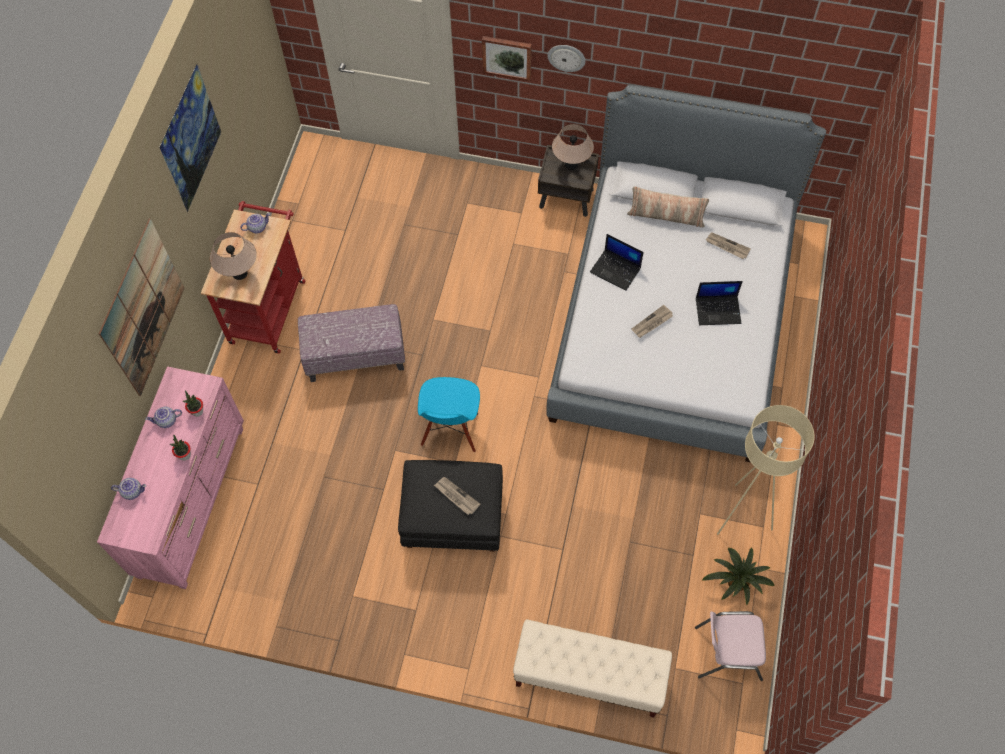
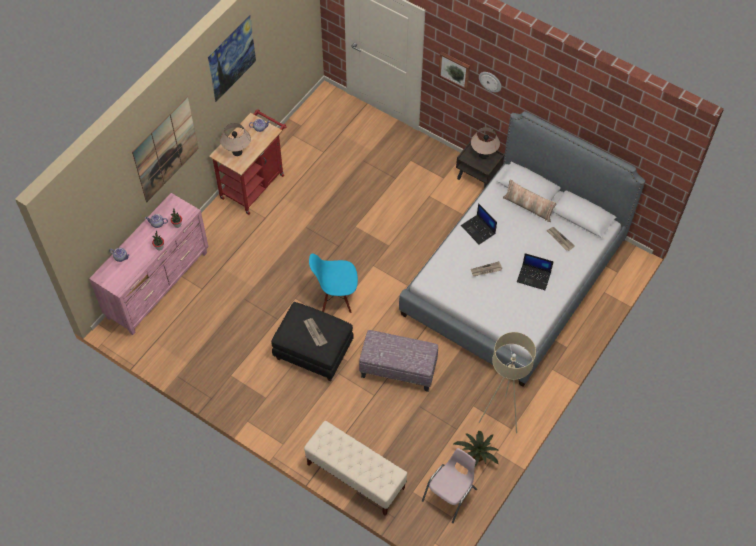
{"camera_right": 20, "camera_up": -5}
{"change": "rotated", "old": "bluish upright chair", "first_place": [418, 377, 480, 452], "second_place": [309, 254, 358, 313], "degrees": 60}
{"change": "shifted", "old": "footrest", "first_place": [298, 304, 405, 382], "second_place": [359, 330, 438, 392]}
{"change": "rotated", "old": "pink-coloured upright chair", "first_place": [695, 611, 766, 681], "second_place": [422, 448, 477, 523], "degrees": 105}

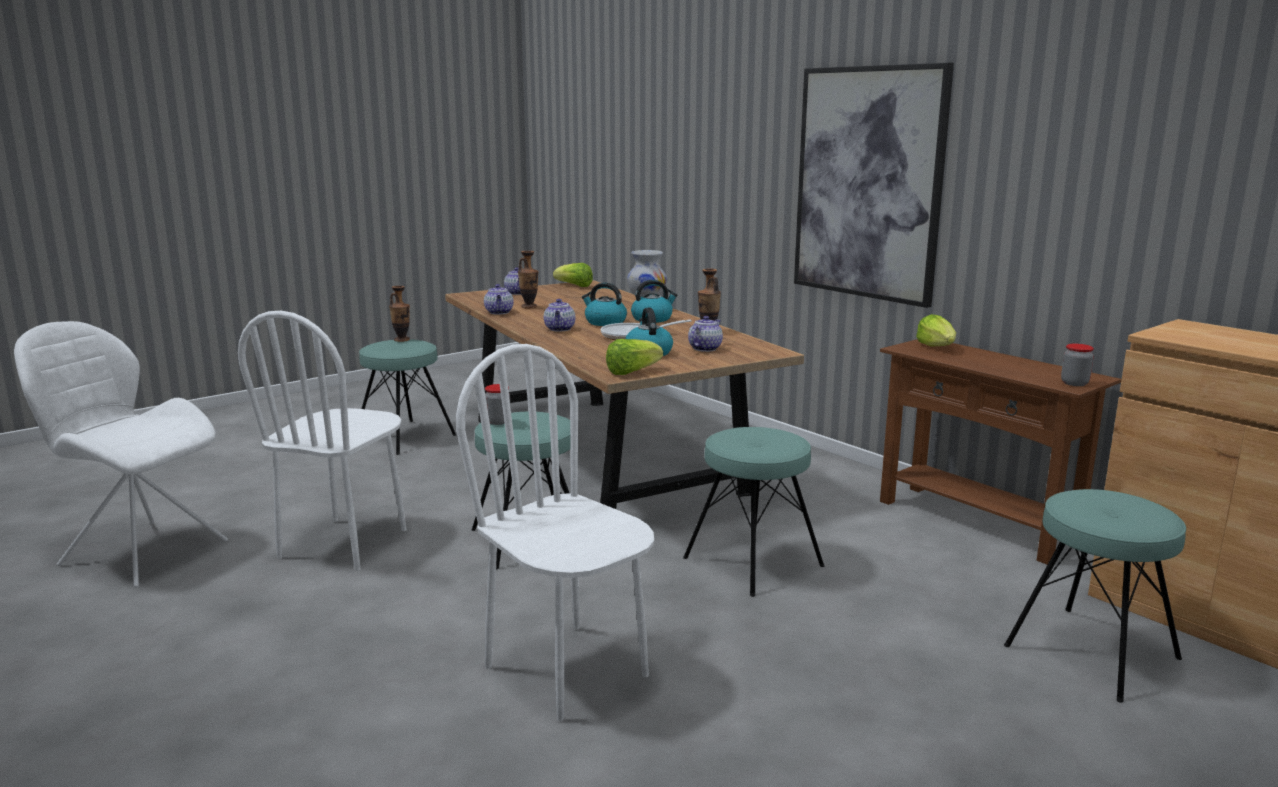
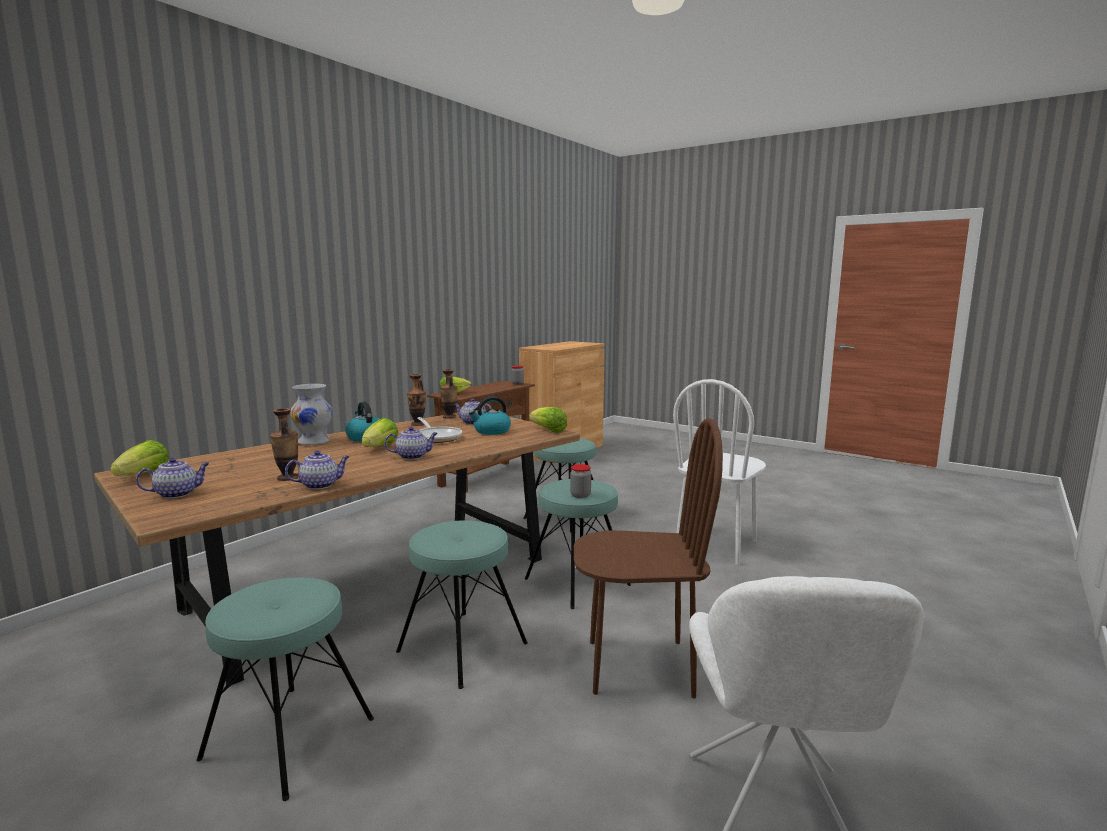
{"camera_right": -105, "camera_up": -5}
{"change": "swapped", "old": "kettle", "new": "lettuce", "first_place": [582, 283, 627, 326], "second_place": [362, 418, 399, 447]}
{"change": "shifted", "old": "blue-green stool seat", "first_place": [1004, 489, 1186, 703], "second_place": [396, 520, 528, 689]}
{"change": "shifted", "old": "flower vase", "first_place": [389, 286, 410, 342], "second_place": [440, 369, 457, 419]}
{"change": "repainted", "old": "white-coloured upright chair", "new": "brown upright chair", "first_place": [238, 311, 406, 571], "second_place": [574, 418, 723, 699]}
{"change": "gone", "old": "wall picture", "first_place": [794, 62, 954, 308]}

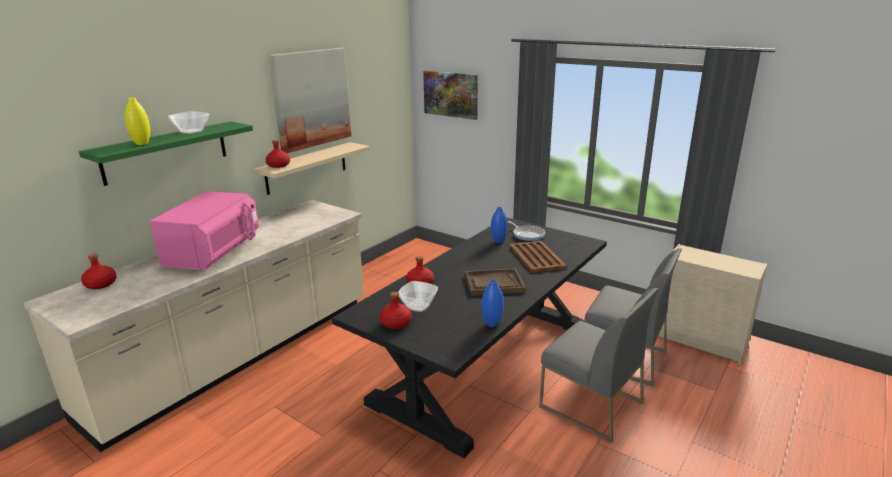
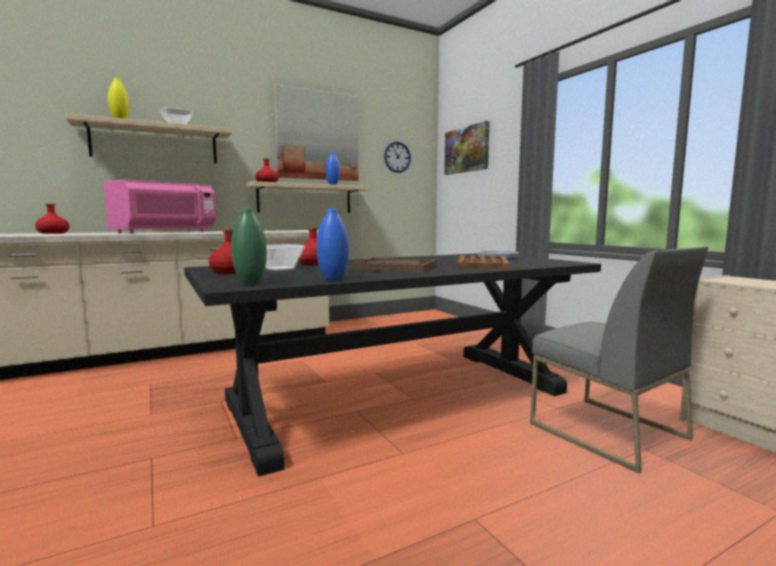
{"camera_right": 25, "camera_up": -15}
{"change": "repainted", "old": "green wall shelf", "new": "sand-coloured wall shelf", "first_place": [79, 122, 253, 186], "second_place": [65, 113, 232, 164]}
{"change": "new", "new": "green flower vase", "second_place": [231, 208, 267, 284]}
{"change": "shifted", "old": "bluish flower vase", "first_place": [491, 207, 507, 243], "second_place": [325, 152, 340, 185]}
{"change": "new", "new": "clock on the wall", "second_place": [384, 142, 411, 173]}
{"change": "gone", "old": "greyish upright chair", "first_place": [539, 288, 659, 443]}

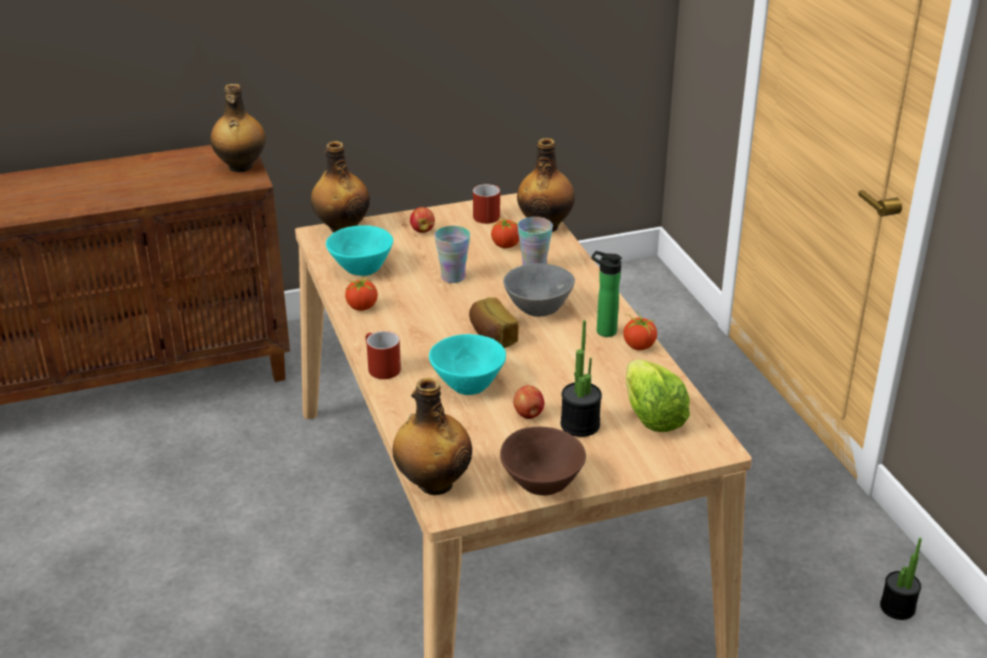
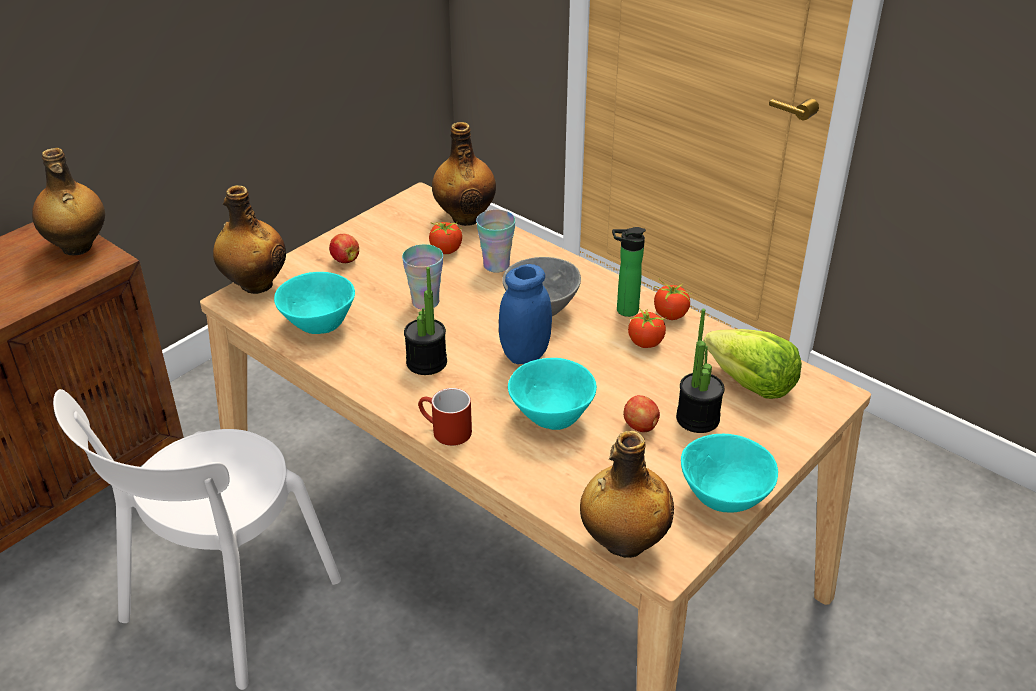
{"camera_right": -30, "camera_up": 5}
{"change": "new", "new": "white-coloured upright chair", "second_place": [53, 389, 341, 690]}
{"change": "shifted", "old": "potted plant", "first_place": [880, 538, 922, 620], "second_place": [404, 267, 447, 375]}
{"change": "swapped", "old": "bakery bread", "new": "bluish storage jar", "first_place": [469, 298, 519, 348], "second_place": [499, 264, 552, 364]}
{"change": "shifted", "old": "tomato", "first_place": [345, 276, 378, 311], "second_place": [628, 307, 667, 348]}
{"change": "repainted", "old": "brown deep dish", "new": "blue-green deep dish", "first_place": [500, 427, 586, 496], "second_place": [681, 434, 778, 512]}
{"change": "gone", "old": "red-coloured tea mug", "first_place": [473, 184, 500, 224]}

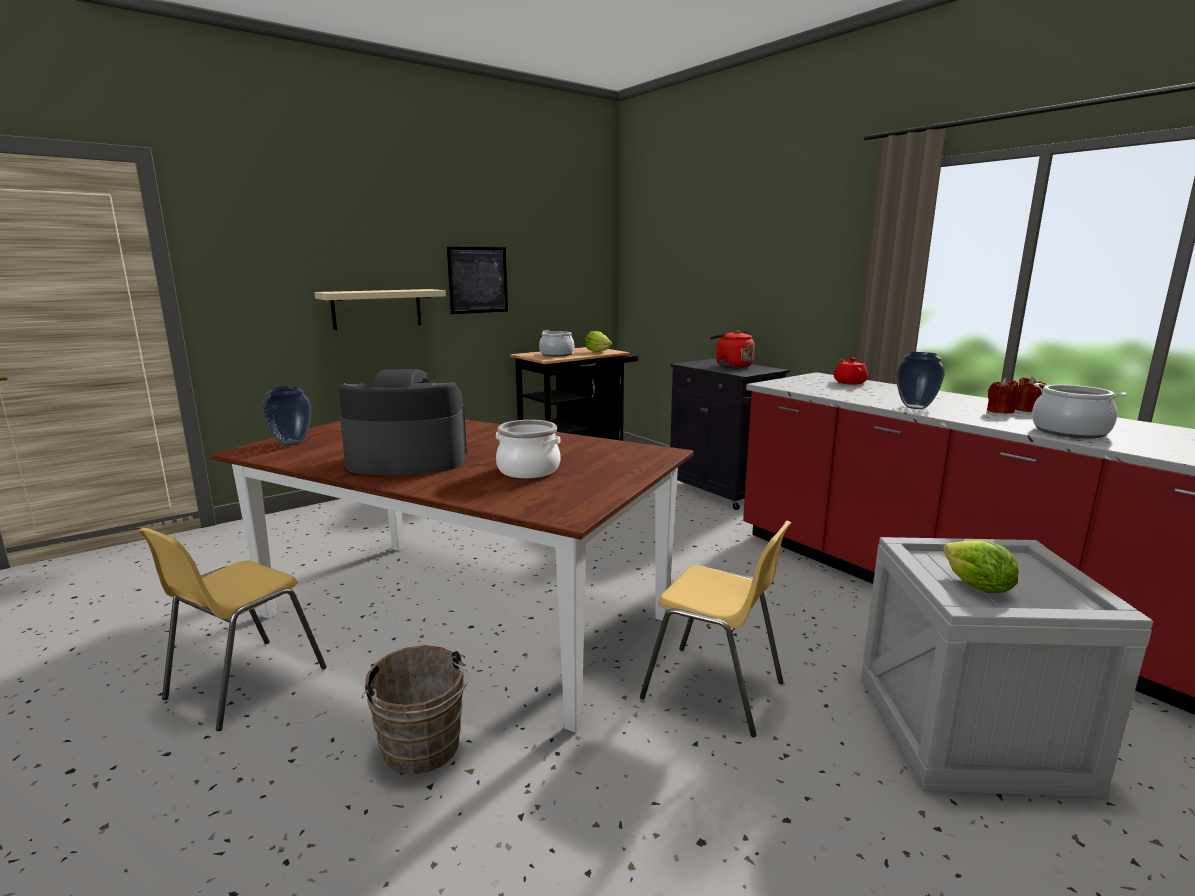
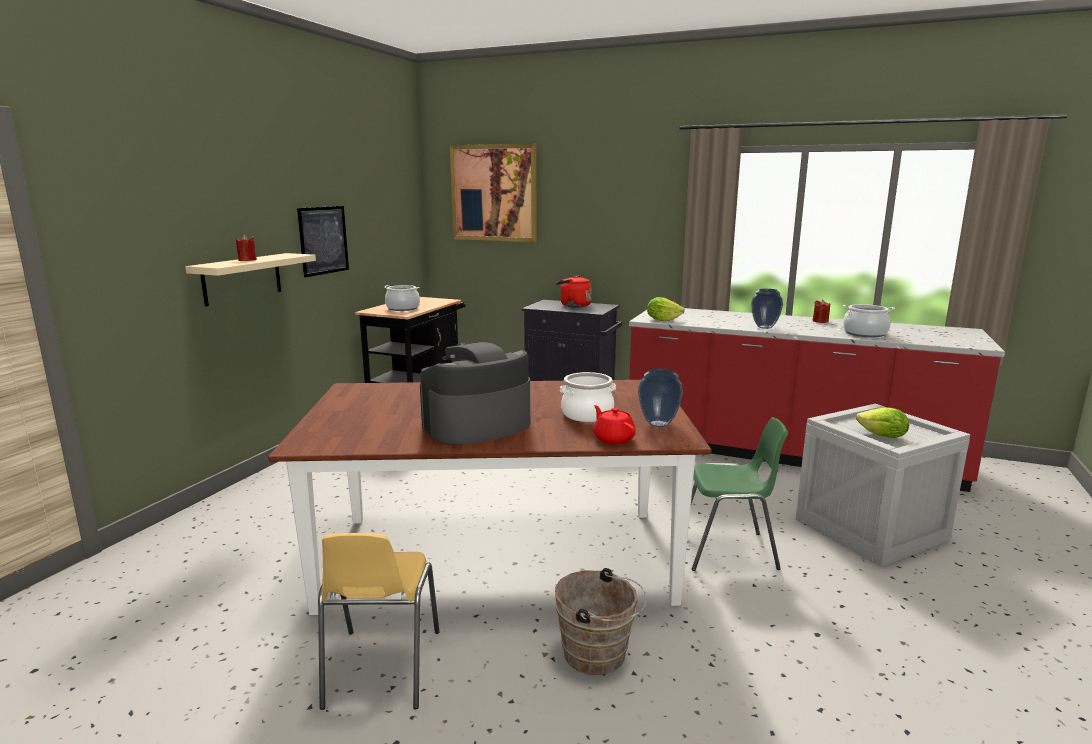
{"camera_right": -30, "camera_up": 0}
{"change": "shifted", "old": "red-coloured wax candle", "first_place": [987, 378, 1018, 413], "second_place": [236, 235, 257, 261]}
{"change": "new", "new": "wall picture", "second_place": [450, 143, 537, 242]}
{"change": "shifted", "old": "red-coloured tea pot", "first_place": [834, 358, 868, 385], "second_place": [594, 405, 636, 444]}
{"change": "shifted", "old": "flower vase", "first_place": [262, 386, 311, 445], "second_place": [638, 368, 683, 427]}
{"change": "shifted", "old": "lettuce", "first_place": [585, 331, 612, 352], "second_place": [647, 297, 685, 321]}
{"change": "repainted", "old": "yellowish upright chair", "new": "green upright chair", "first_place": [640, 521, 791, 737], "second_place": [691, 417, 788, 571]}

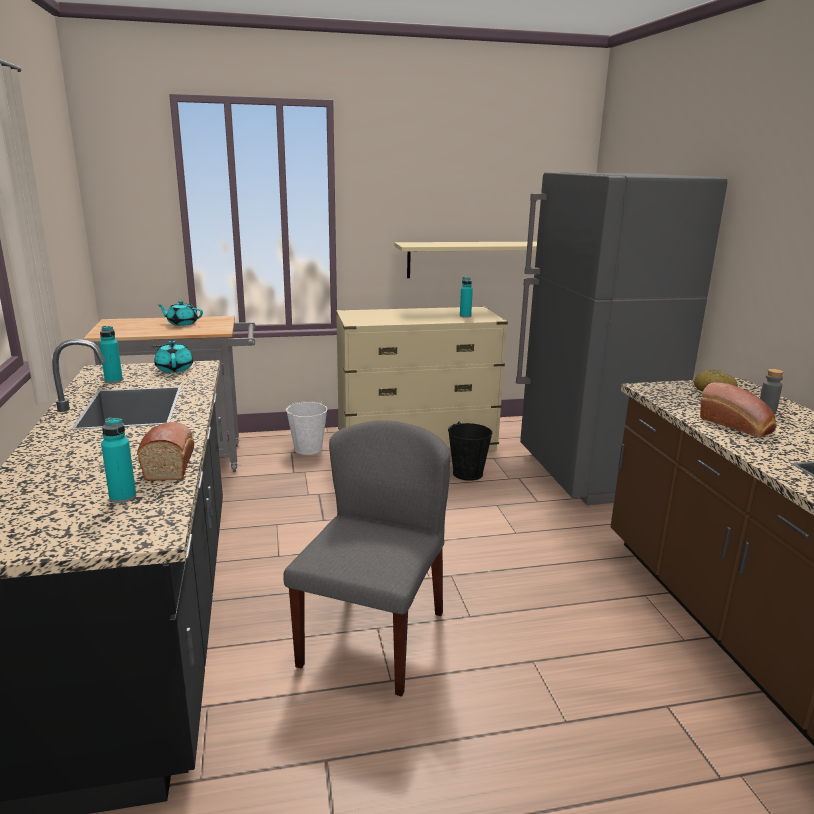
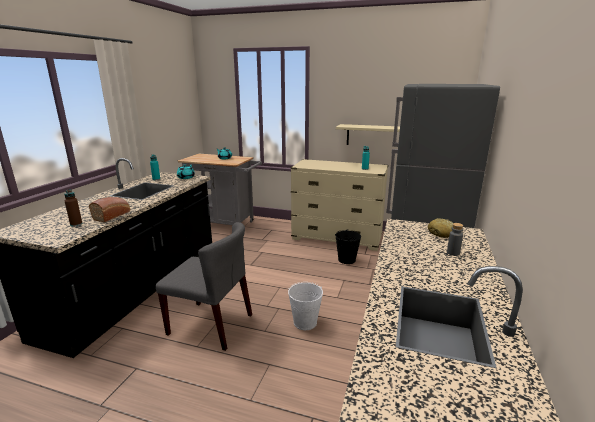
{"camera_right": 30, "camera_up": 0}
{"change": "repainted", "old": "blue-green beverage bottle", "new": "brown beverage bottle", "first_place": [101, 417, 136, 503], "second_place": [64, 189, 83, 226]}
{"change": "rotated", "old": "greyish upright chair", "first_place": [283, 420, 450, 697], "second_place": [156, 222, 252, 351], "degrees": 60}
{"change": "shifted", "old": "white-coloured bucket", "first_place": [286, 401, 327, 455], "second_place": [288, 282, 323, 330]}
{"change": "gone", "old": "bakery bread", "first_place": [700, 382, 776, 437]}

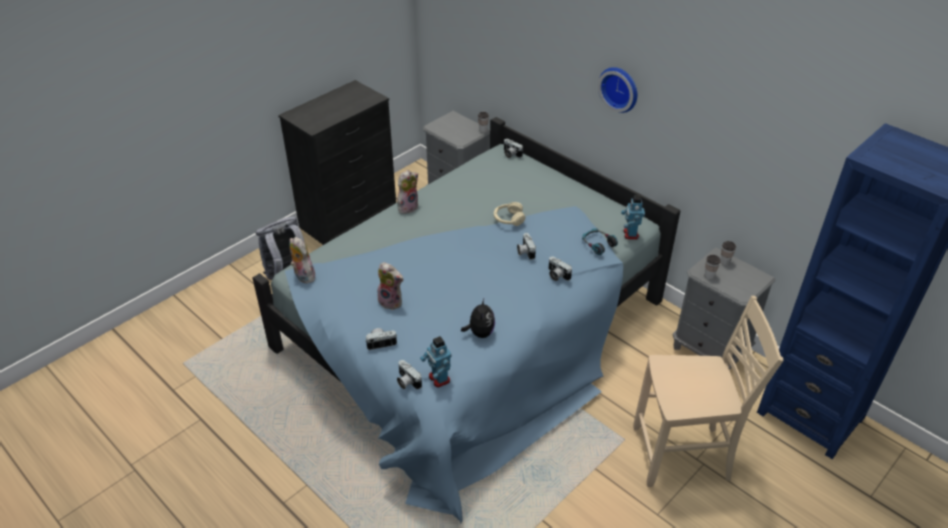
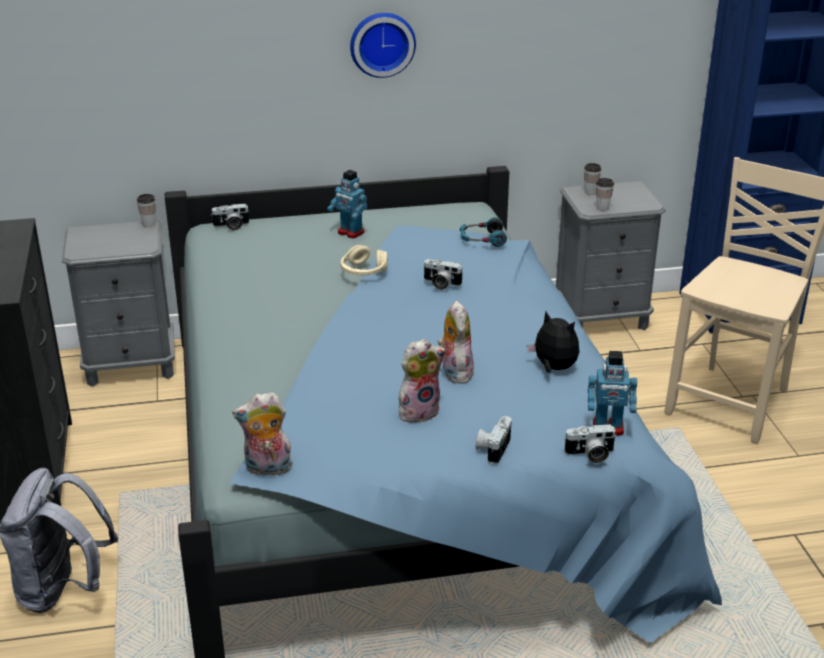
{"camera_right": -55, "camera_up": -10}
{"change": "shifted", "old": "toy robot", "first_place": [621, 195, 645, 239], "second_place": [327, 170, 367, 238]}
{"change": "shifted", "old": "soft toy", "first_place": [397, 170, 418, 214], "second_place": [438, 300, 474, 384]}
{"change": "gone", "old": "photo camera", "first_place": [549, 256, 572, 281]}

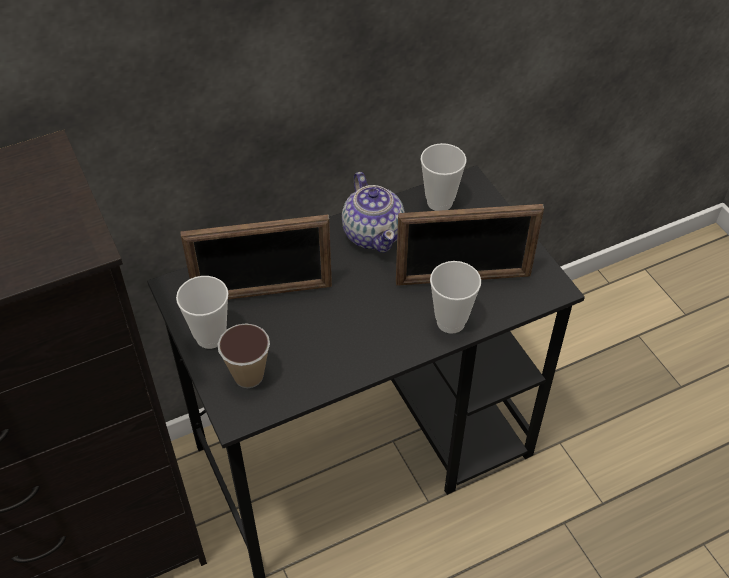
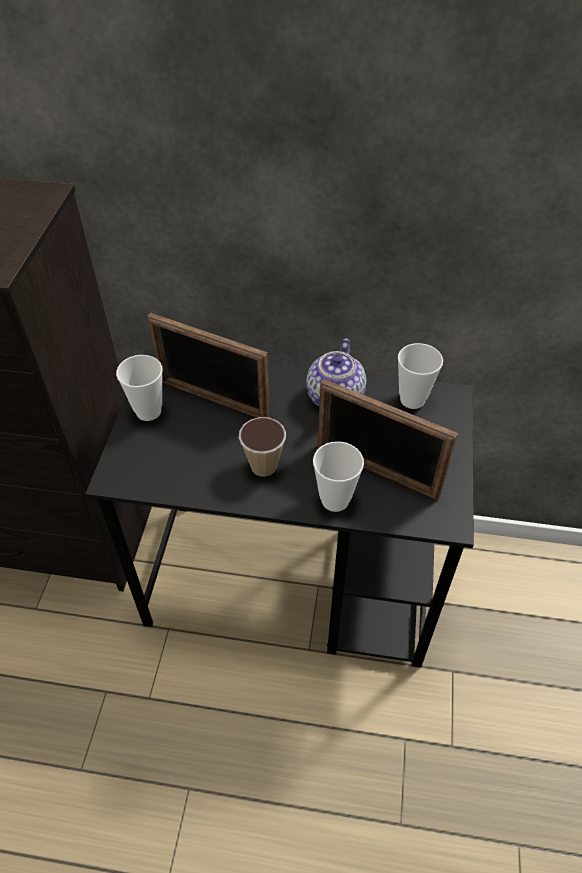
{"camera_right": 35, "camera_up": 0}
{"change": "shifted", "old": "drinking cup", "first_place": [218, 323, 270, 388], "second_place": [239, 417, 286, 477]}

